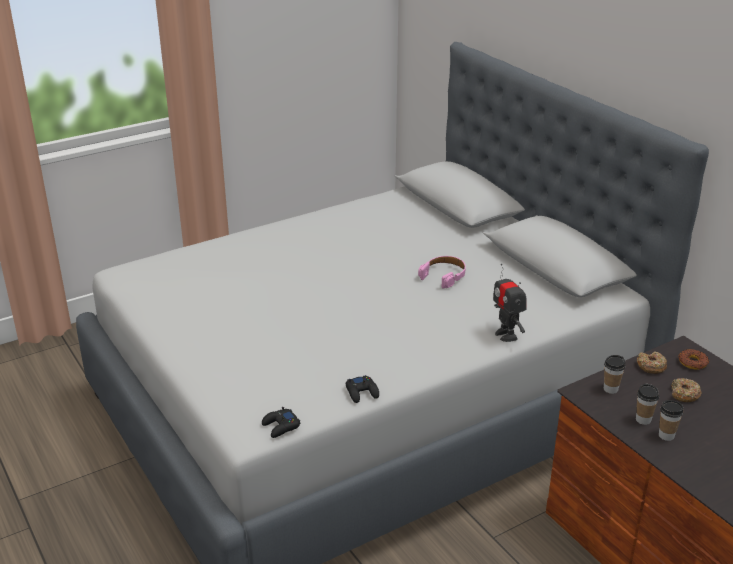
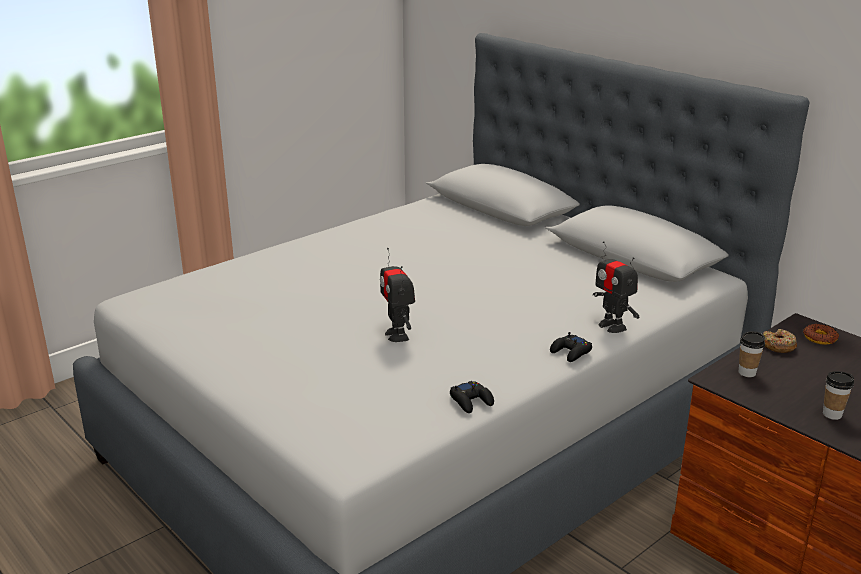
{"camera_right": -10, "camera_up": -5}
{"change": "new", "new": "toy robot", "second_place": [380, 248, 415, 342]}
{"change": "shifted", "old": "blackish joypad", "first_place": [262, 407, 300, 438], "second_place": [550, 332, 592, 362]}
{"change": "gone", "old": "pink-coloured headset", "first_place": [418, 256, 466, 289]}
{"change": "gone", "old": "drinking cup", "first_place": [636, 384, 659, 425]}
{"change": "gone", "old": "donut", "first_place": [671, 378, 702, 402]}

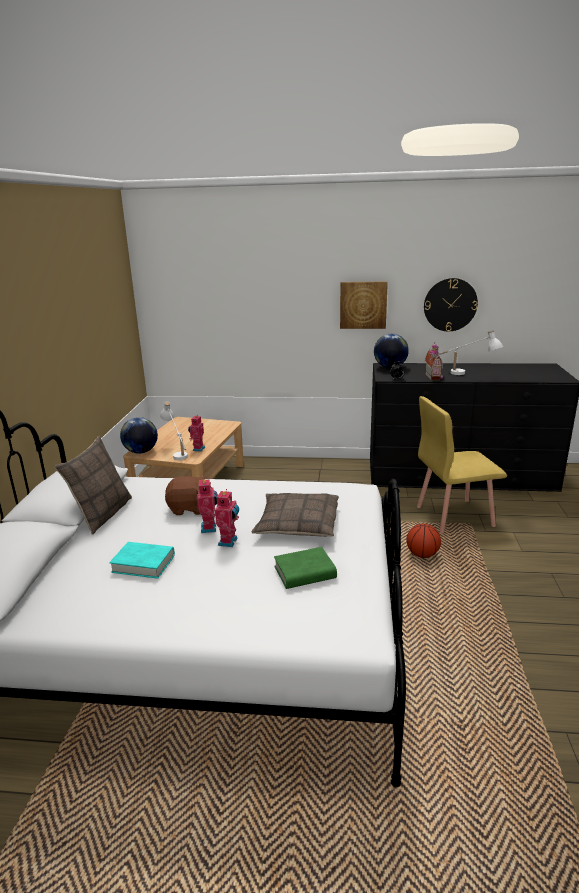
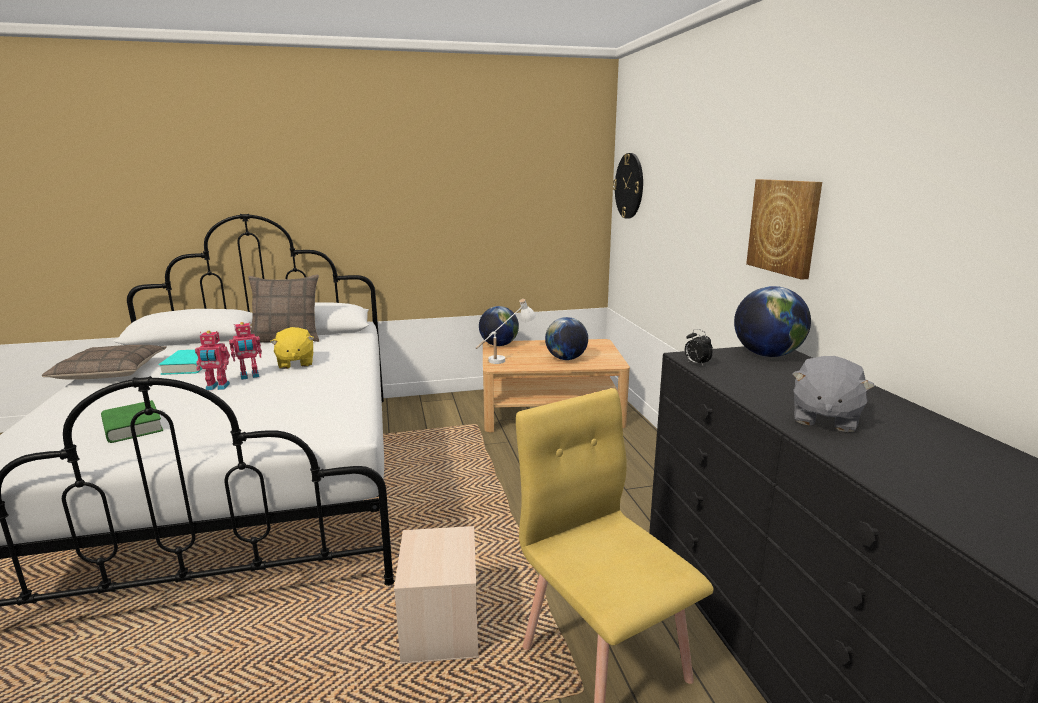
{"camera_right": 70, "camera_up": -5}
{"change": "shifted", "old": "cushion", "first_place": [251, 493, 339, 537], "second_place": [42, 345, 167, 380]}
{"change": "repainted", "old": "brown soft toy", "new": "yellowish soft toy", "first_place": [165, 475, 212, 515], "second_place": [270, 327, 314, 369]}
{"change": "swapped", "old": "basketball ball", "new": "sand-coloured storage container", "first_place": [406, 524, 441, 558], "second_place": [394, 526, 479, 664]}
{"change": "new", "new": "world globe", "second_place": [545, 317, 588, 360]}
{"change": "shifted", "old": "clock on the wall", "first_place": [424, 278, 478, 331], "second_place": [613, 153, 643, 219]}
{"change": "swapped", "old": "white-coloured table lamp", "new": "greyish soft toy", "first_place": [440, 330, 503, 375], "second_place": [792, 356, 875, 432]}
{"change": "gone", "old": "toy robot", "first_place": [188, 415, 205, 452]}
{"change": "gone", "old": "model house", "first_place": [425, 343, 443, 380]}

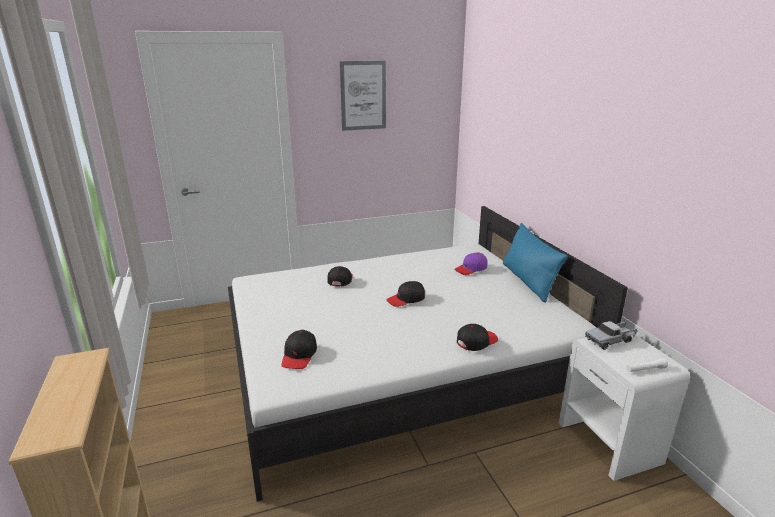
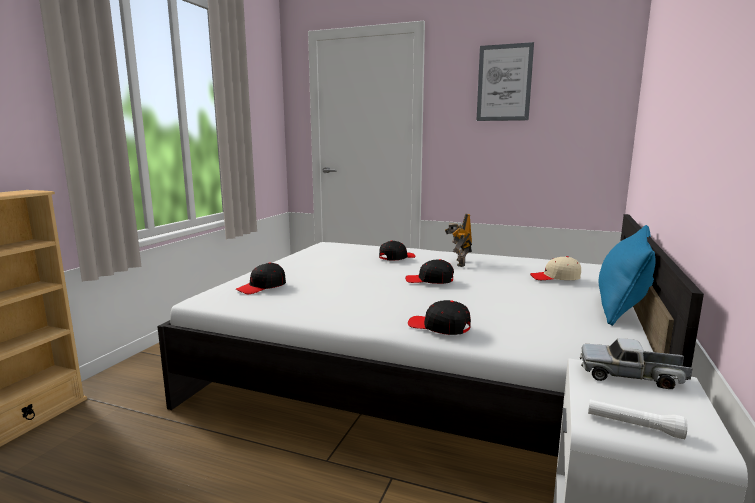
{"camera_right": 40, "camera_up": -10}
{"change": "rotated", "old": "blackish baseball cap", "first_place": [457, 324, 498, 351], "second_place": [408, 300, 471, 335], "degrees": -150}
{"change": "new", "new": "toy robot", "second_place": [445, 213, 472, 267]}
{"change": "repainted", "old": "purple-coloured baseball cap", "new": "sand-coloured baseball cap", "first_place": [454, 252, 487, 275], "second_place": [530, 256, 581, 280]}

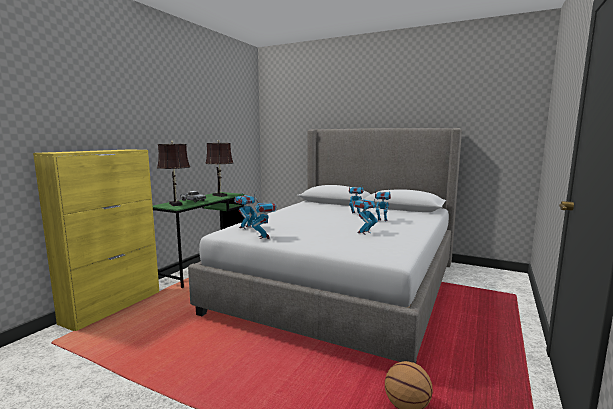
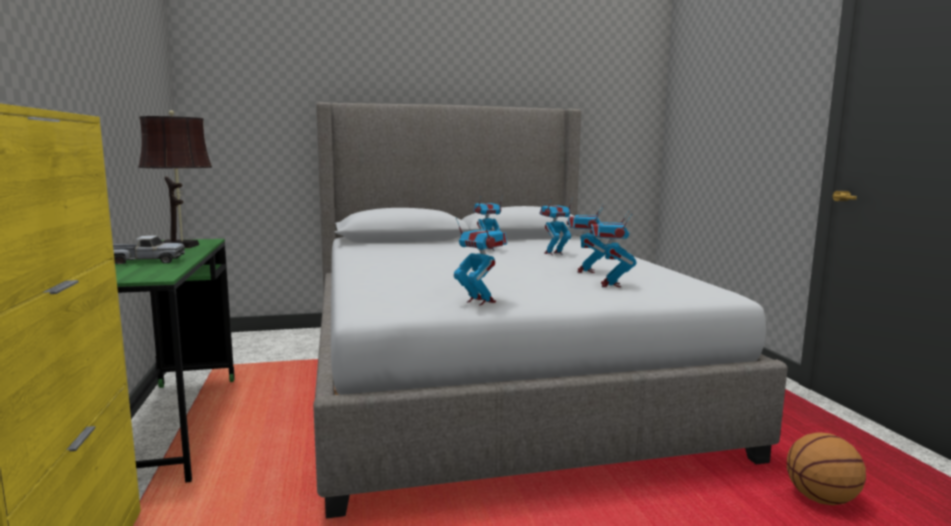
{"camera_right": -40, "camera_up": 0}
{"change": "shifted", "old": "toy robot", "first_place": [234, 192, 257, 229], "second_place": [590, 210, 636, 287]}
{"change": "gone", "old": "brown table lamp", "first_place": [157, 141, 190, 206]}

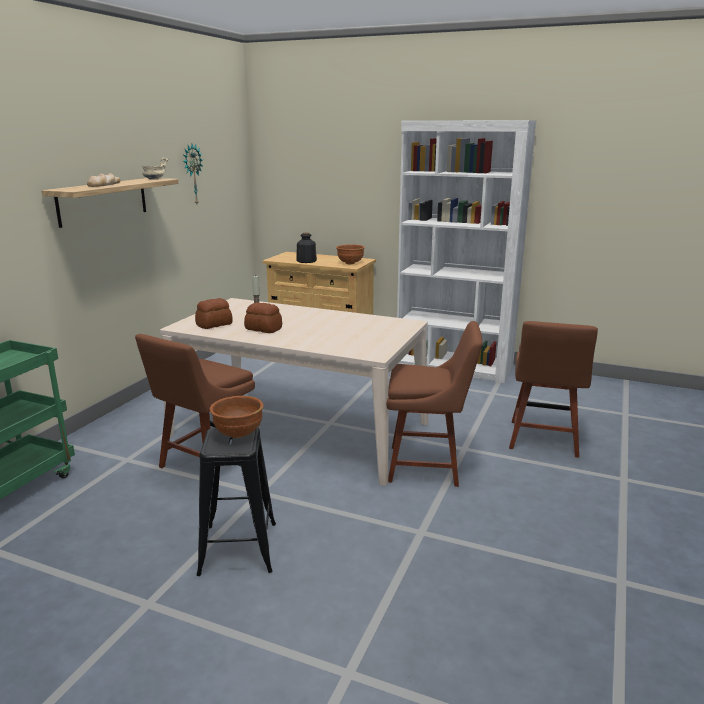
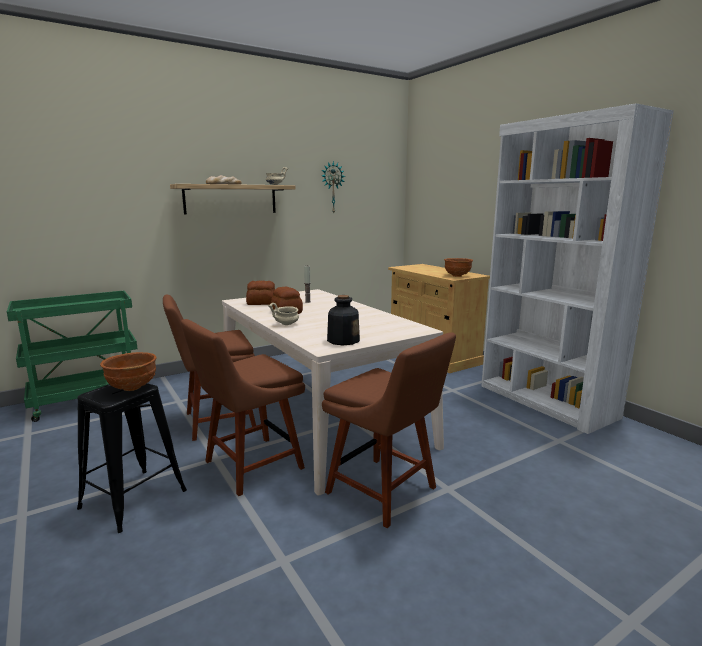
{"camera_right": 35, "camera_up": -5}
{"change": "shifted", "old": "brown upright chair", "first_place": [509, 321, 598, 458], "second_place": [181, 319, 305, 496]}
{"change": "new", "new": "sand-coloured deep dish", "second_place": [268, 303, 299, 325]}
{"change": "shifted", "old": "beverage bottle", "first_place": [296, 233, 317, 263], "second_place": [327, 295, 360, 345]}

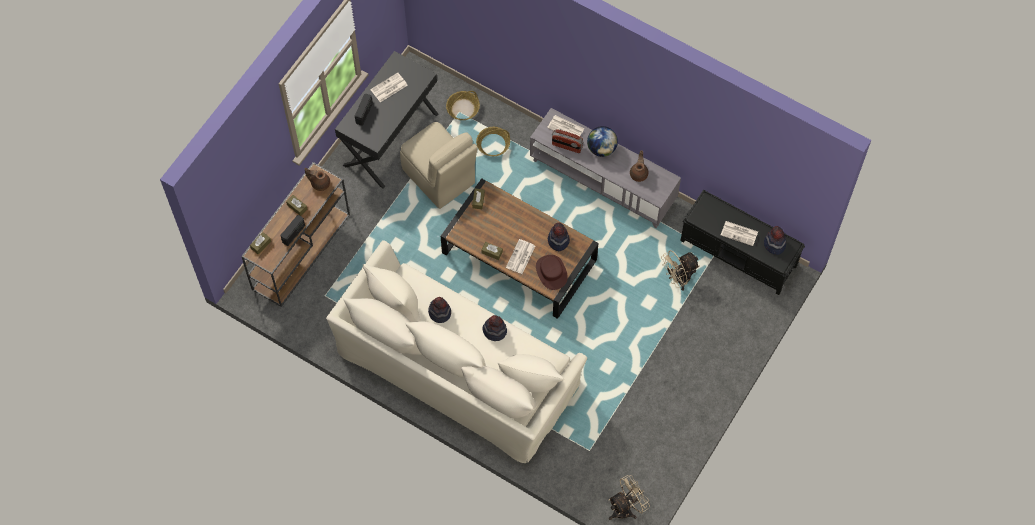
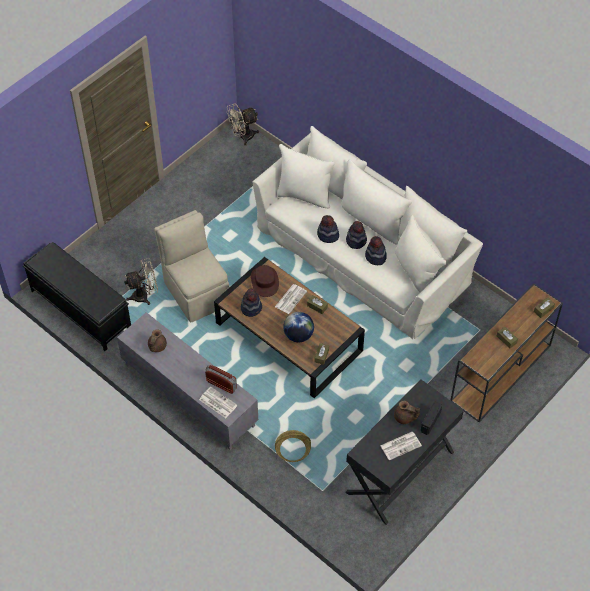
{"camera_right": -170, "camera_up": -10}
{"change": "shifted", "old": "sand-coloured upright chair", "first_place": [400, 122, 478, 209], "second_place": [154, 210, 230, 322]}
{"change": "shifted", "old": "world globe", "first_place": [587, 126, 618, 157], "second_place": [283, 312, 314, 342]}
{"change": "shifted", "old": "clothing hat", "first_place": [764, 226, 786, 255], "second_place": [346, 221, 367, 249]}
{"change": "shifted", "old": "brown tea pot", "first_place": [305, 168, 330, 191], "second_place": [394, 401, 420, 424]}
{"change": "gone", "old": "radio", "first_place": [280, 215, 305, 246]}
{"change": "gone", "old": "storage basket", "first_place": [446, 91, 480, 120]}
{"change": "gone", "old": "daily paper", "first_place": [721, 221, 758, 246]}

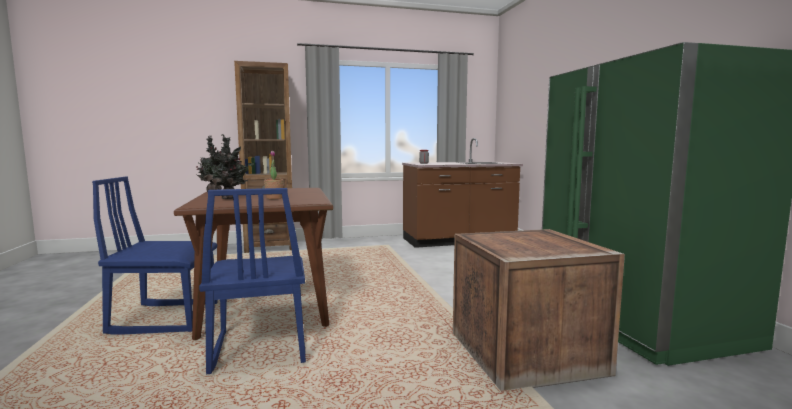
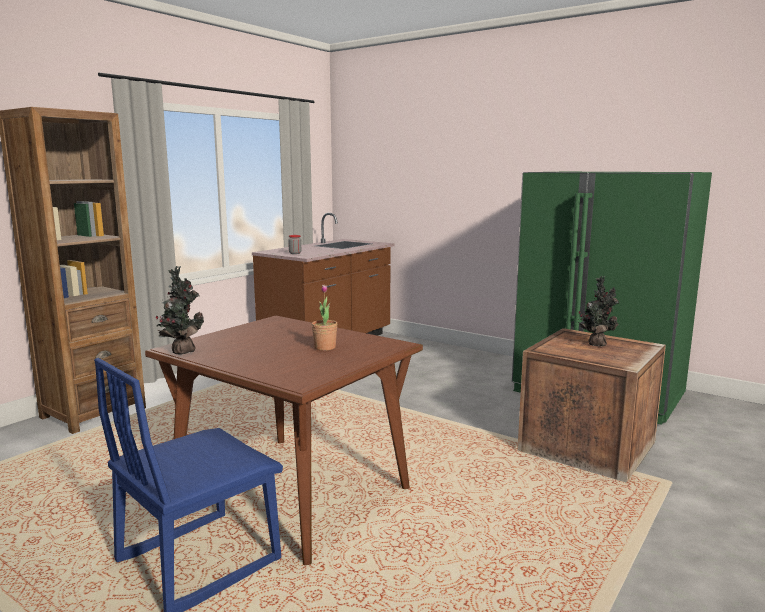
{"camera_right": -40, "camera_up": 5}
{"change": "shifted", "old": "potted plant", "first_place": [205, 134, 254, 199], "second_place": [577, 276, 619, 346]}
{"change": "gone", "old": "bluish upright chair", "first_place": [199, 188, 306, 374]}

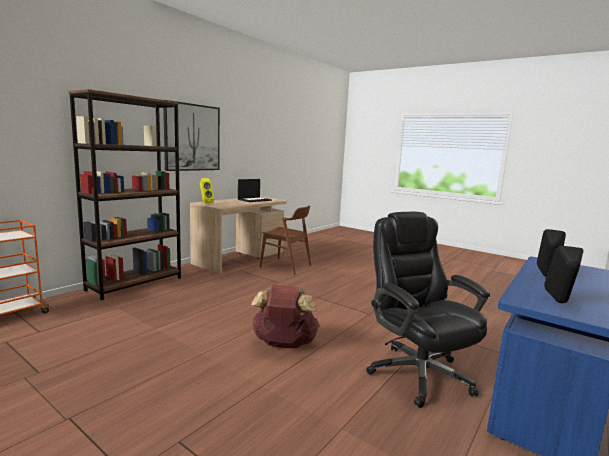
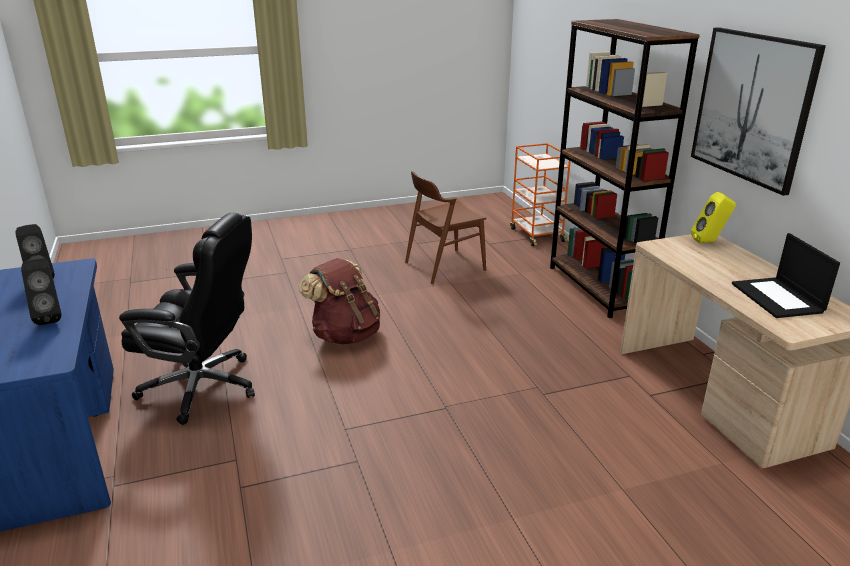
{"camera_right": 125, "camera_up": 15}
{"change": "shifted", "old": "brown upright chair", "first_place": [260, 205, 311, 275], "second_place": [405, 171, 486, 284]}

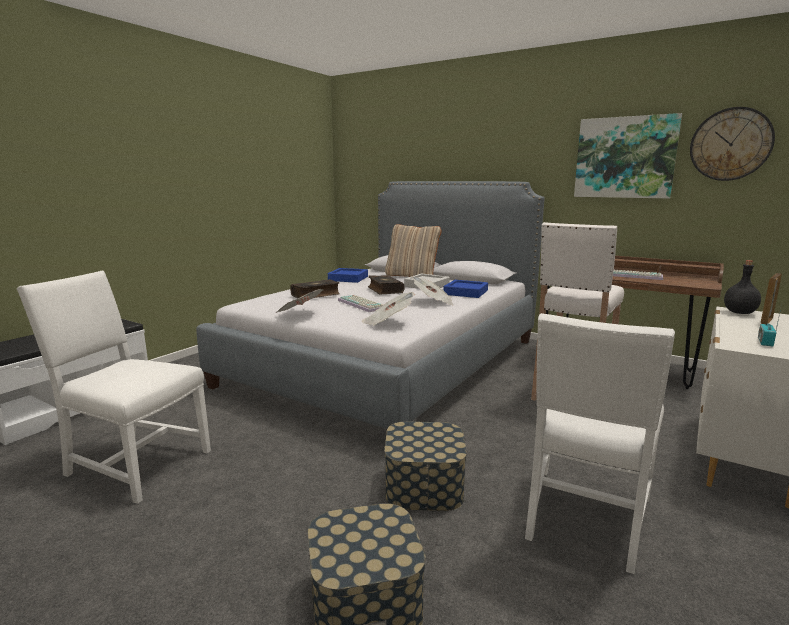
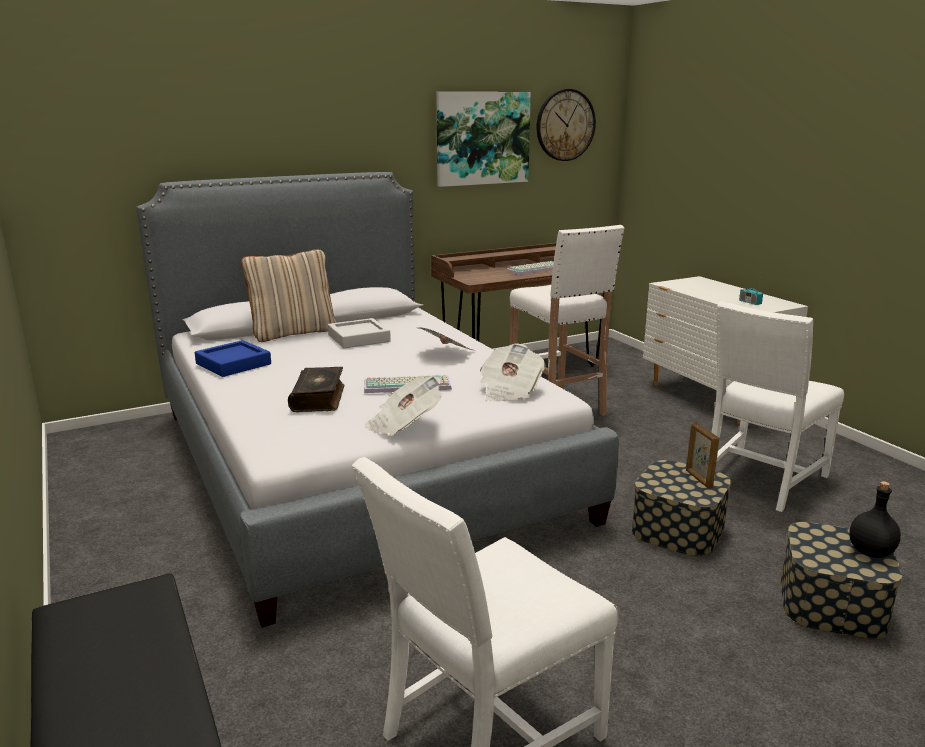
{"camera_right": -60, "camera_up": 5}
{"change": "shifted", "old": "standing frame", "first_place": [761, 273, 782, 324], "second_place": [686, 422, 719, 489]}
{"change": "rotated", "old": "white-coloured upright chair", "first_place": [525, 313, 675, 574], "second_place": [712, 302, 844, 512], "degrees": 75}
{"change": "shifted", "old": "blackish beverage bottle", "first_place": [724, 260, 761, 314], "second_place": [849, 481, 901, 558]}
{"change": "gone", "old": "book", "first_place": [368, 275, 405, 294]}
{"change": "gone", "old": "bluish serving tray", "first_place": [443, 280, 488, 298]}

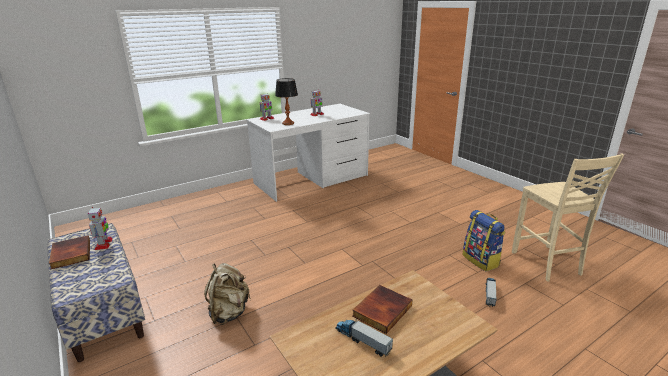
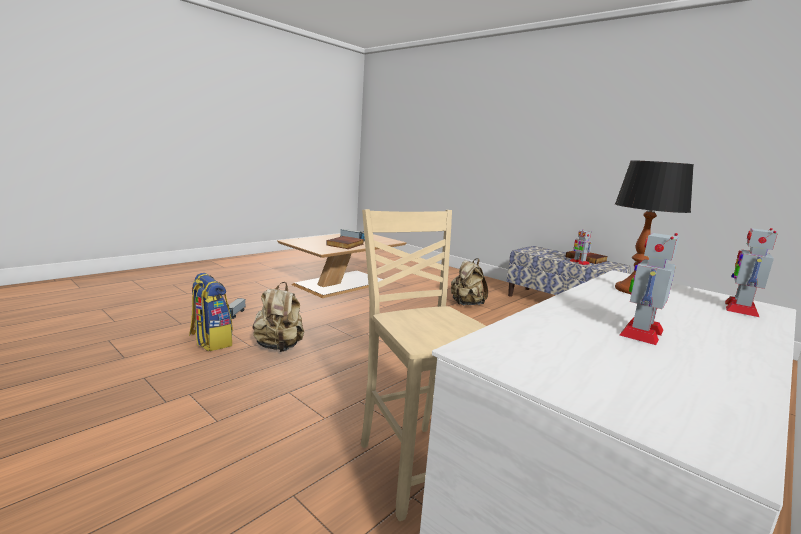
{"camera_right": 165, "camera_up": -10}
{"change": "new", "new": "sand-coloured rucksack", "second_place": [252, 282, 304, 352]}
{"change": "shifted", "old": "sand-coloured upright chair", "first_place": [512, 153, 624, 282], "second_place": [361, 209, 486, 521]}

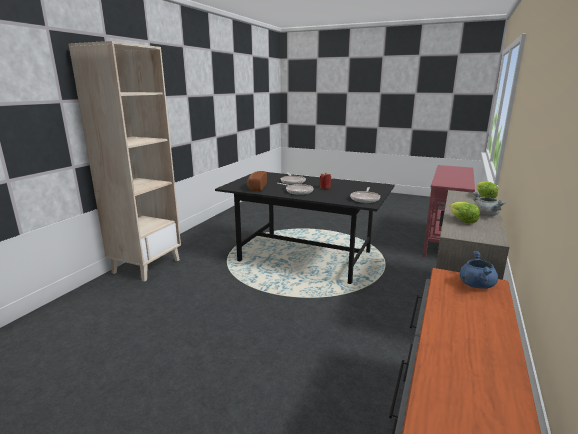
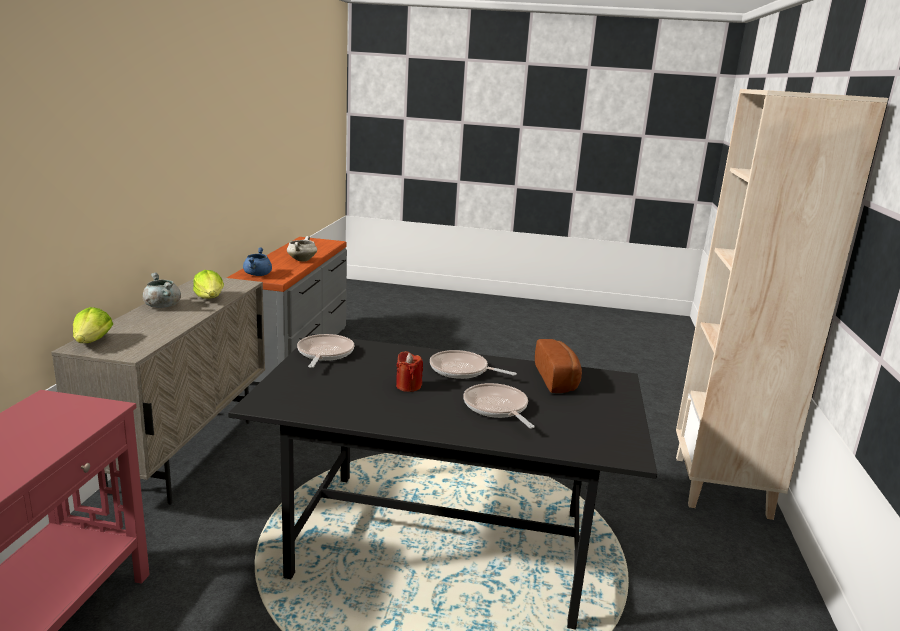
{"camera_right": 165, "camera_up": 0}
{"change": "new", "new": "white-coloured stockpot", "second_place": [287, 236, 317, 261]}

